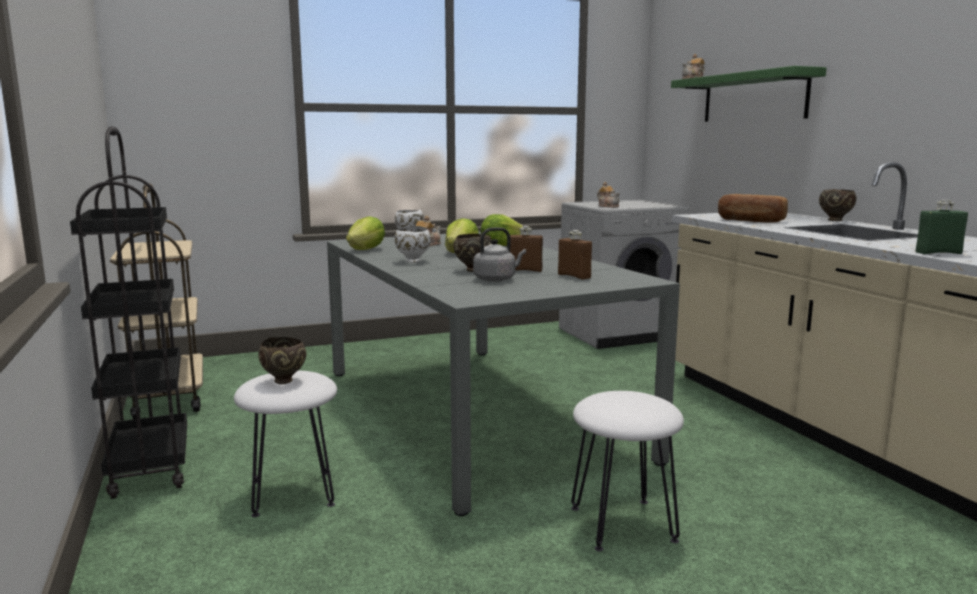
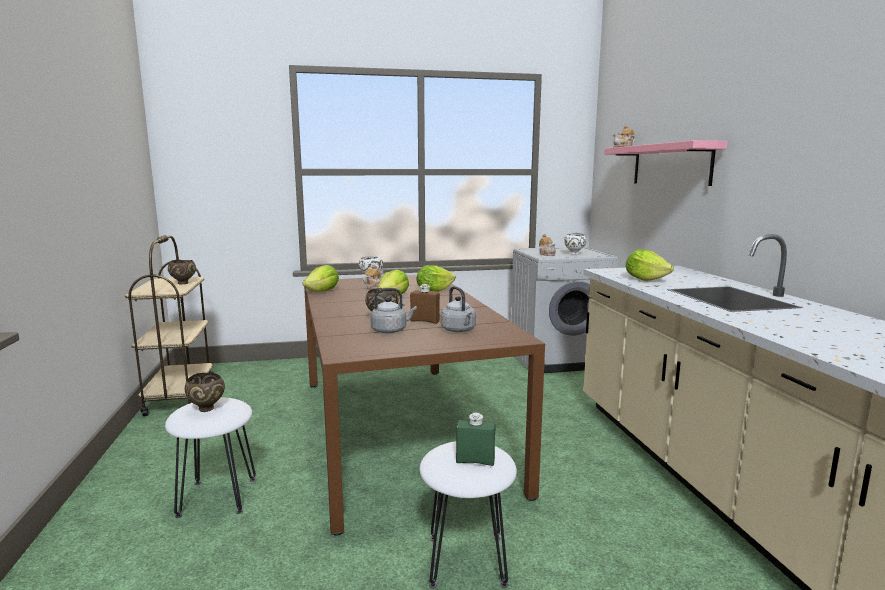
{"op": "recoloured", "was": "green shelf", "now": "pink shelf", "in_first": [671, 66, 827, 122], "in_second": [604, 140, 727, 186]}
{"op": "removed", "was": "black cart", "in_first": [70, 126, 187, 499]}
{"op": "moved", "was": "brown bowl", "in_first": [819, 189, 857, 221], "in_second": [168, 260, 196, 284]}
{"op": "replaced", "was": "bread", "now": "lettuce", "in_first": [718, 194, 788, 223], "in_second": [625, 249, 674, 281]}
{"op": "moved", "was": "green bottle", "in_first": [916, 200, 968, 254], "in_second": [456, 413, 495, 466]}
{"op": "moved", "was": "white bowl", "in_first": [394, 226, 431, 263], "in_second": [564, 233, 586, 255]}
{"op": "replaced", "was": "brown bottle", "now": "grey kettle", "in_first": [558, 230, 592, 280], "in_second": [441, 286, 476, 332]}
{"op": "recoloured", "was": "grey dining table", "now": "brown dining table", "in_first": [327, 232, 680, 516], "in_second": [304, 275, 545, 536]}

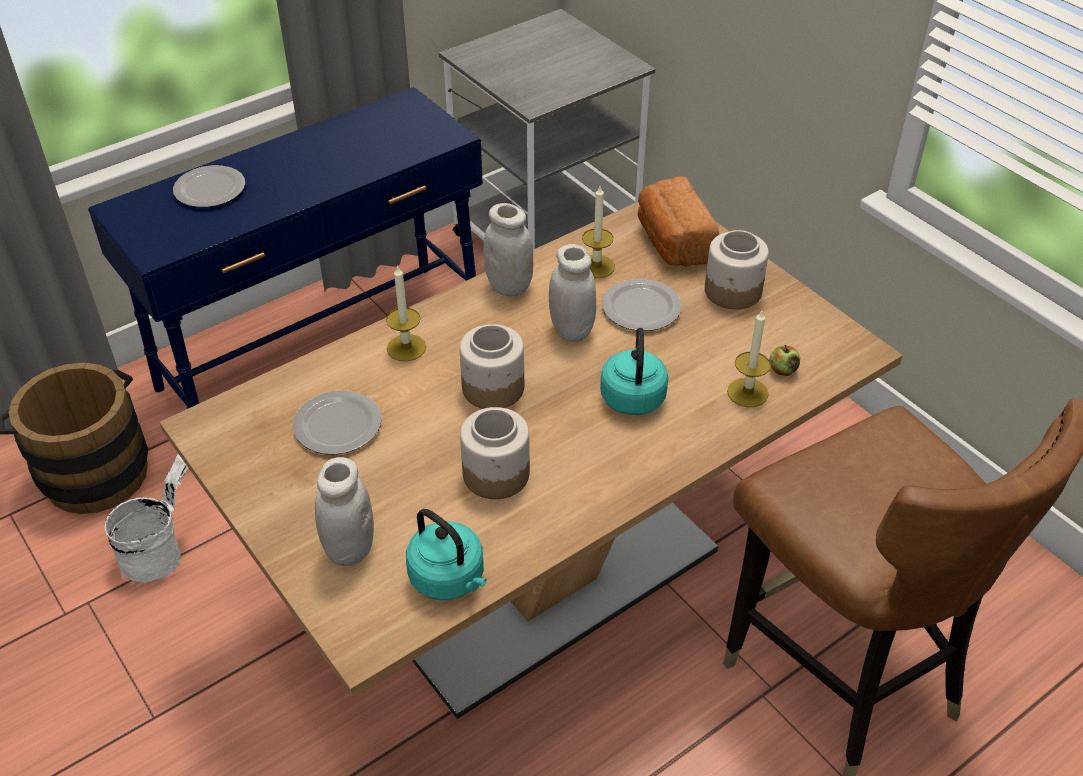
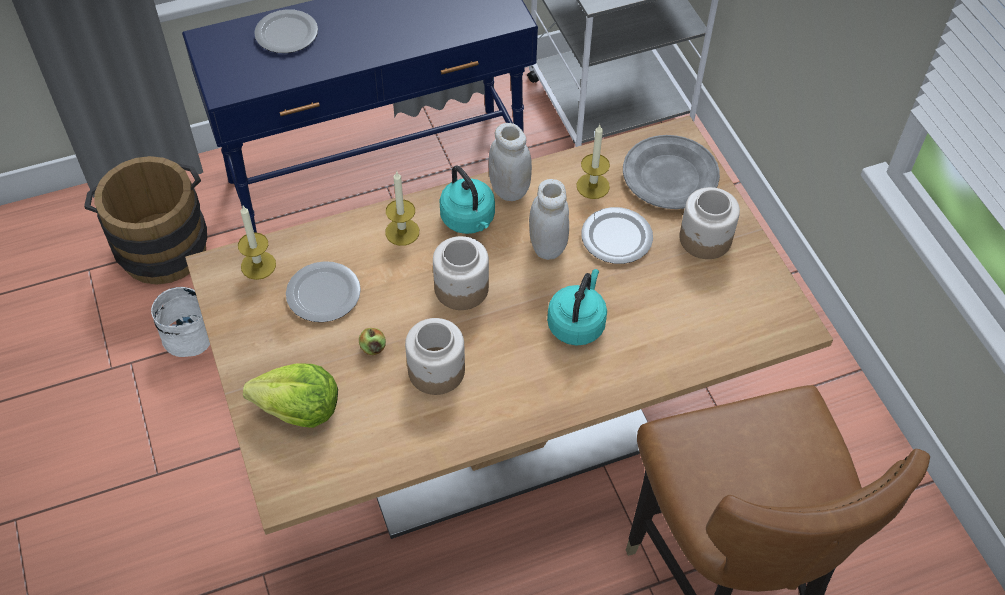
{"op": "replaced", "was": "bread", "now": "grey plate", "in_first": [638, 176, 719, 267], "in_second": [623, 135, 720, 209]}
{"op": "moved", "was": "candle", "in_first": [727, 311, 771, 407], "in_second": [238, 206, 276, 280]}
{"op": "moved", "was": "apple", "in_first": [769, 345, 800, 376], "in_second": [359, 328, 386, 355]}
{"op": "replaced", "was": "white jar", "now": "lettuce", "in_first": [315, 457, 374, 566], "in_second": [243, 363, 338, 428]}
{"op": "moved", "was": "turquoise kettle", "in_first": [406, 509, 487, 600], "in_second": [439, 165, 495, 234]}

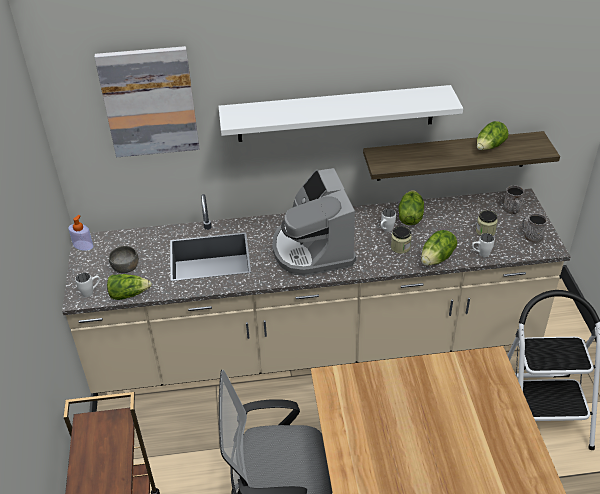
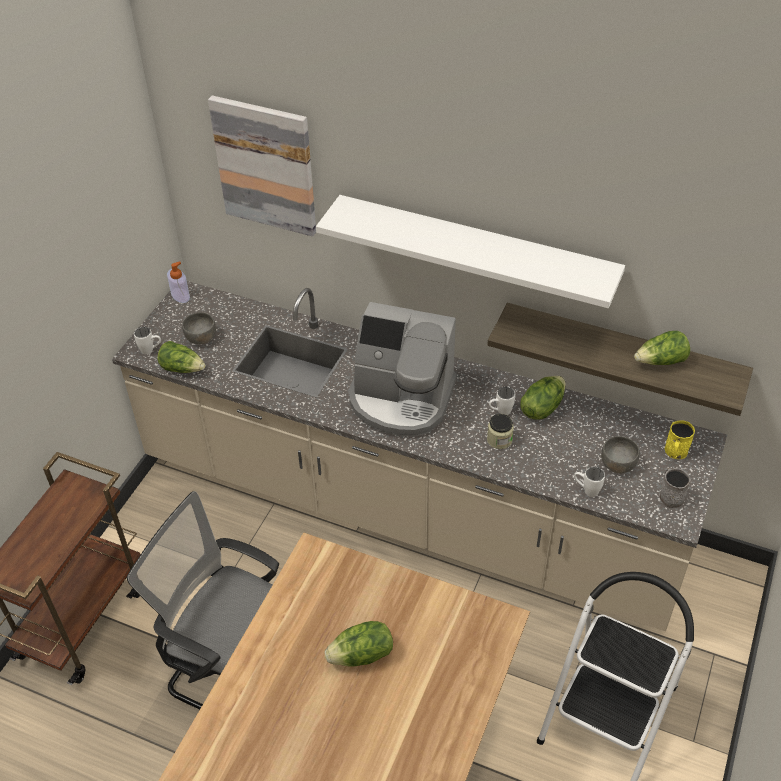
{"op": "turned", "was": "coffee machine", "in_first": [273, 168, 356, 276], "in_second": [349, 302, 457, 437], "clockwise": -90}
{"op": "recoloured", "was": "grey mug", "now": "yellow mug", "in_first": [503, 185, 524, 214], "in_second": [664, 420, 695, 459]}
{"op": "replaced", "was": "jar", "now": "grey bowl", "in_first": [476, 210, 498, 235], "in_second": [601, 436, 640, 473]}
{"op": "moved", "was": "lettuce", "in_first": [421, 230, 457, 266], "in_second": [325, 621, 393, 667]}

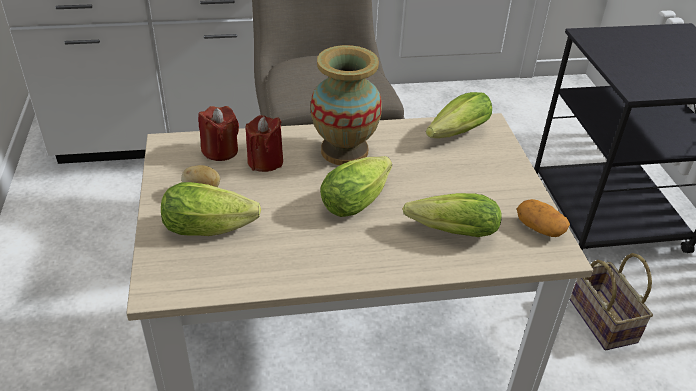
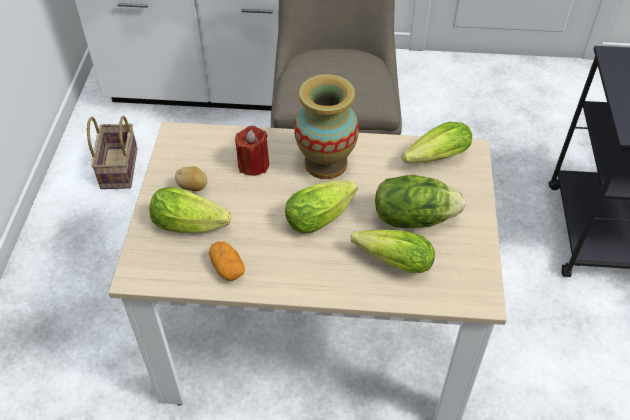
{"op": "removed", "was": "red candle", "in_first": [198, 106, 239, 161]}
{"op": "moved", "was": "potato", "in_first": [517, 199, 570, 237], "in_second": [209, 241, 245, 281]}
{"op": "moved", "was": "basket", "in_first": [570, 253, 653, 350], "in_second": [87, 116, 138, 189]}
{"op": "added", "now": "lettuce", "in_second": [375, 175, 466, 228]}

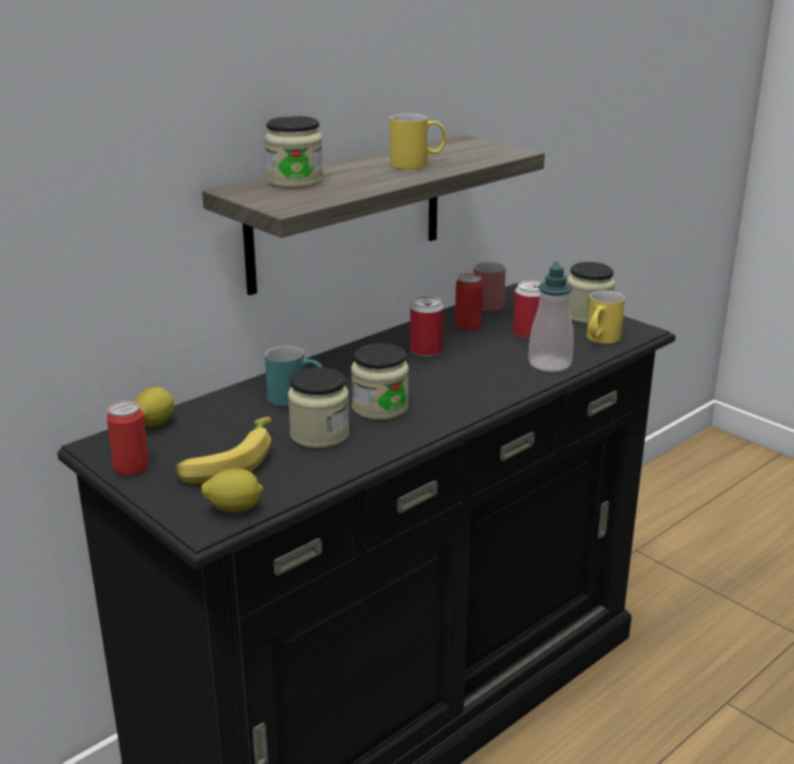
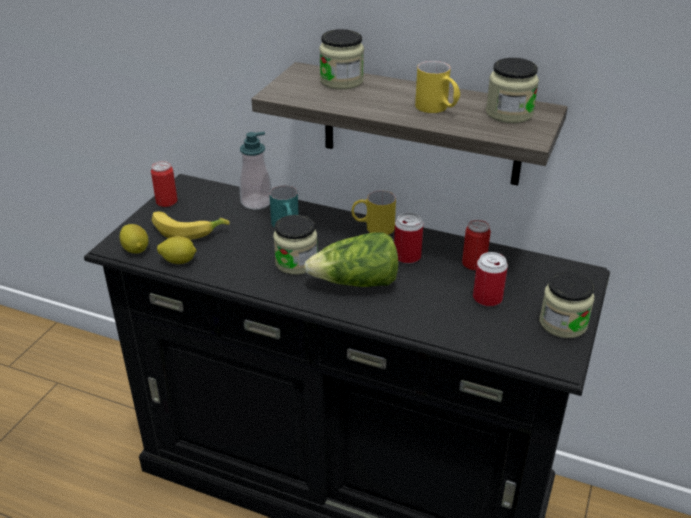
{"op": "removed", "was": "red mug", "in_first": [473, 262, 506, 311]}
{"op": "moved", "was": "soap dispenser", "in_first": [528, 262, 574, 372], "in_second": [239, 132, 272, 210]}
{"op": "moved", "was": "yellow mug", "in_first": [587, 291, 625, 344], "in_second": [352, 190, 396, 235]}
{"op": "moved", "was": "jar", "in_first": [288, 367, 349, 448], "in_second": [486, 58, 539, 123]}
{"op": "moved", "was": "lemon", "in_first": [134, 387, 174, 427], "in_second": [157, 236, 197, 264]}
{"op": "added", "now": "lettuce", "in_second": [304, 232, 399, 287]}

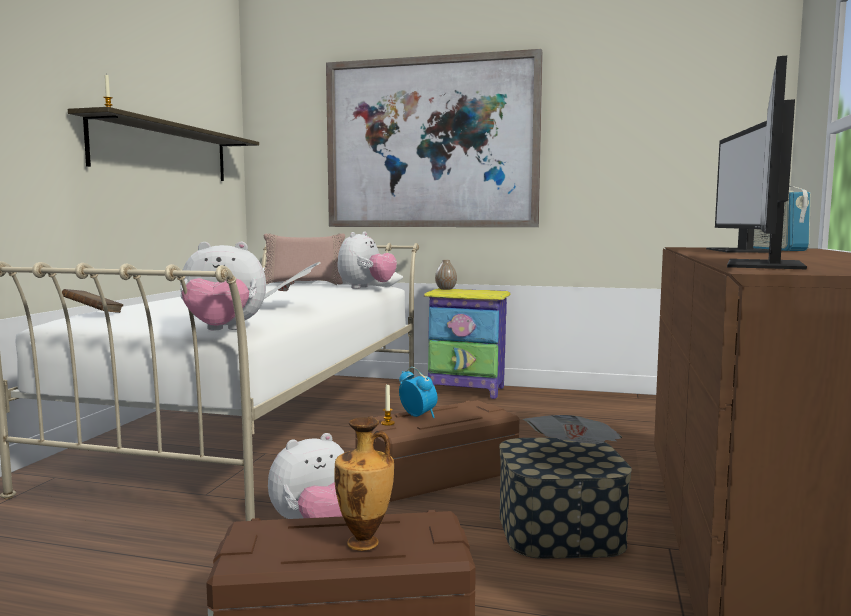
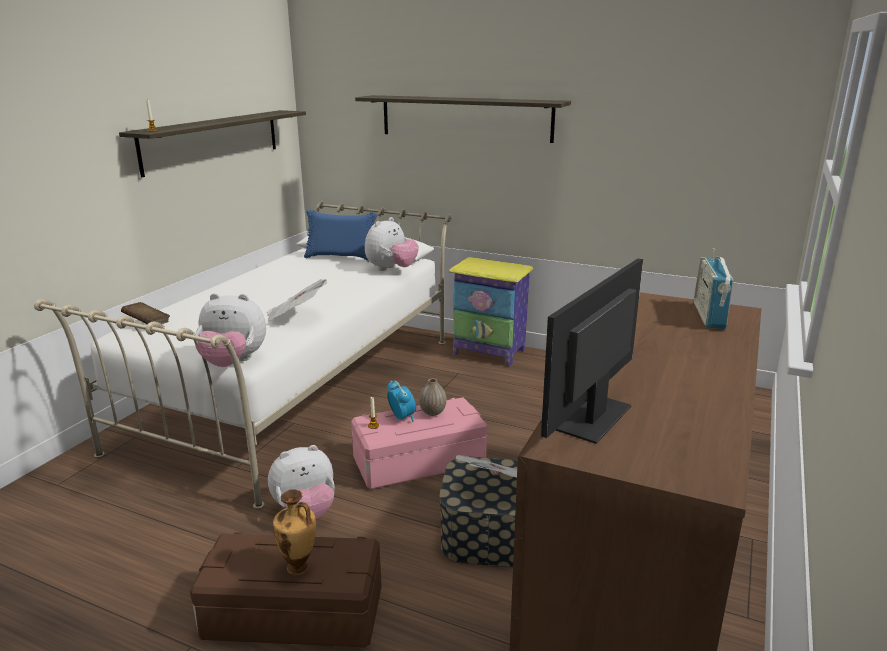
{"op": "replaced", "was": "picture", "now": "shelf", "in_first": [326, 49, 543, 227], "in_second": [355, 95, 571, 143]}
{"op": "removed", "was": "monitor", "in_first": [706, 121, 769, 253]}
{"op": "recoloured", "was": "beige pillow", "now": "blue pillow", "in_first": [263, 233, 345, 285], "in_second": [304, 210, 377, 262]}
{"op": "moved", "was": "vase", "in_first": [435, 260, 457, 290], "in_second": [419, 378, 446, 416]}
{"op": "recoloured", "was": "brown storage box", "now": "pink storage box", "in_first": [355, 400, 519, 502], "in_second": [351, 397, 487, 489]}

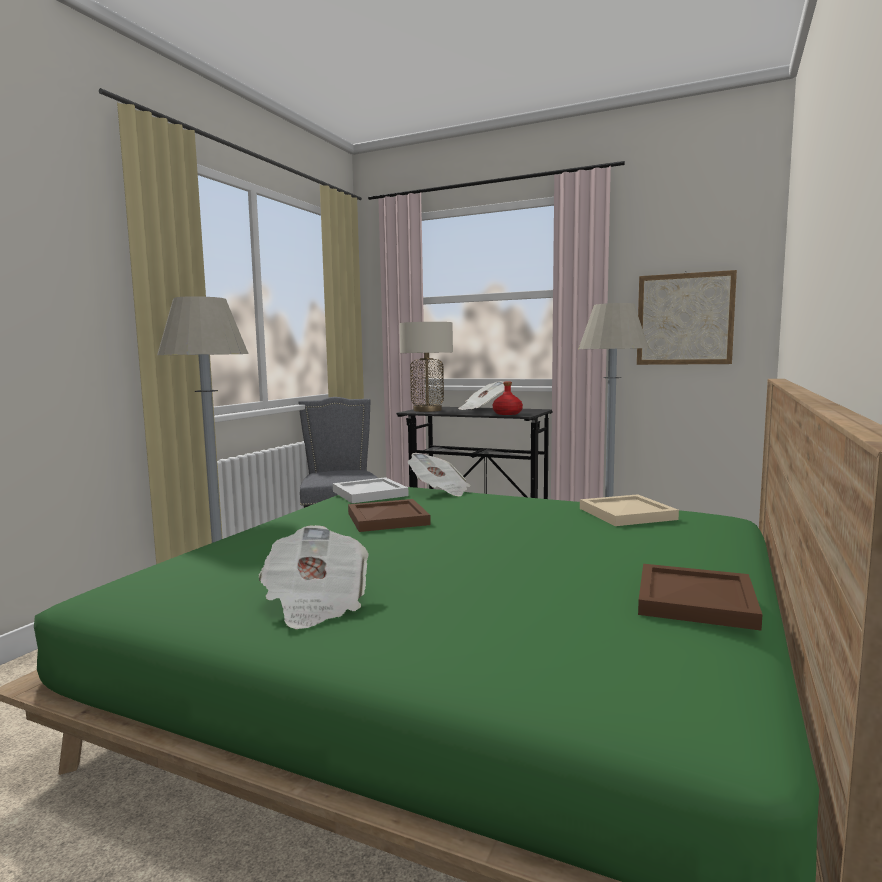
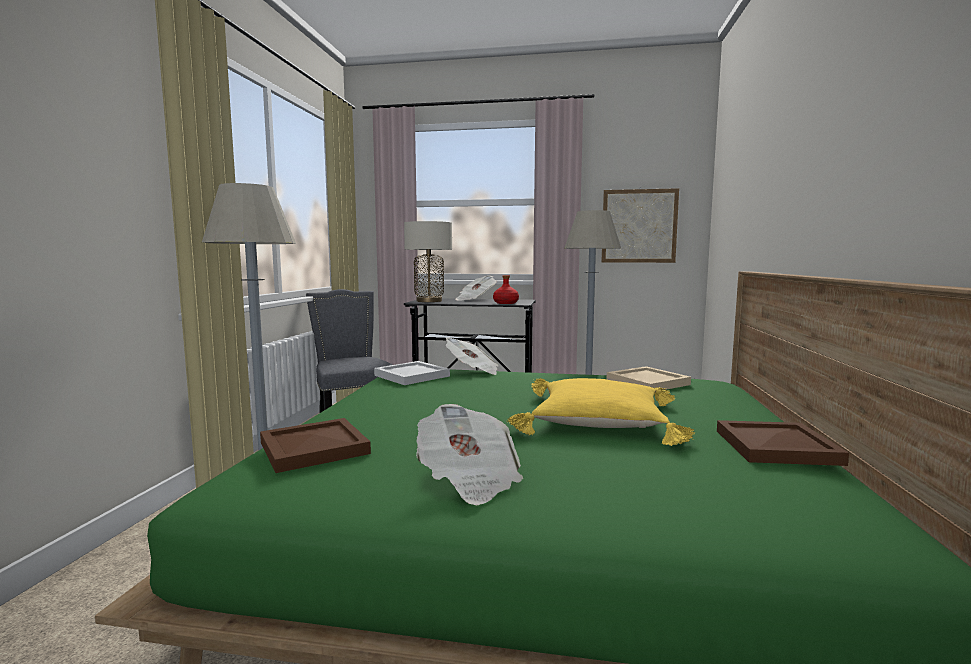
{"op": "moved", "was": "brown tray", "in_first": [348, 499, 431, 532], "in_second": [260, 418, 371, 473]}
{"op": "added", "now": "yellow pillow", "in_second": [507, 378, 695, 446]}

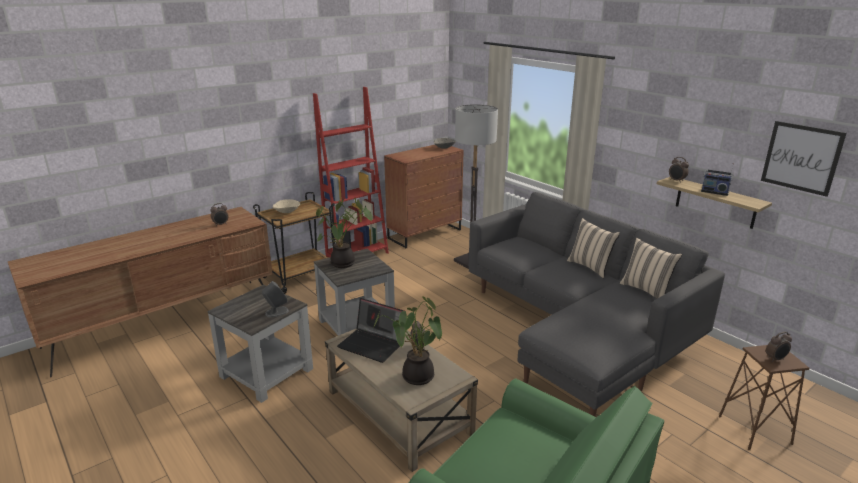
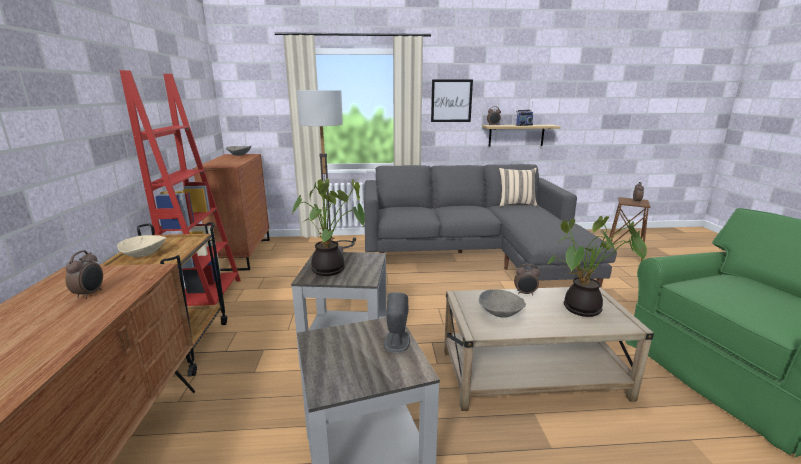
{"op": "moved", "was": "picture", "in_first": [761, 121, 846, 197], "in_second": [431, 79, 473, 122]}
{"op": "removed", "was": "beige pillow", "in_first": [567, 218, 620, 278]}
{"op": "replaced", "was": "laptop", "now": "grey bowl", "in_first": [337, 298, 406, 363], "in_second": [479, 289, 526, 318]}

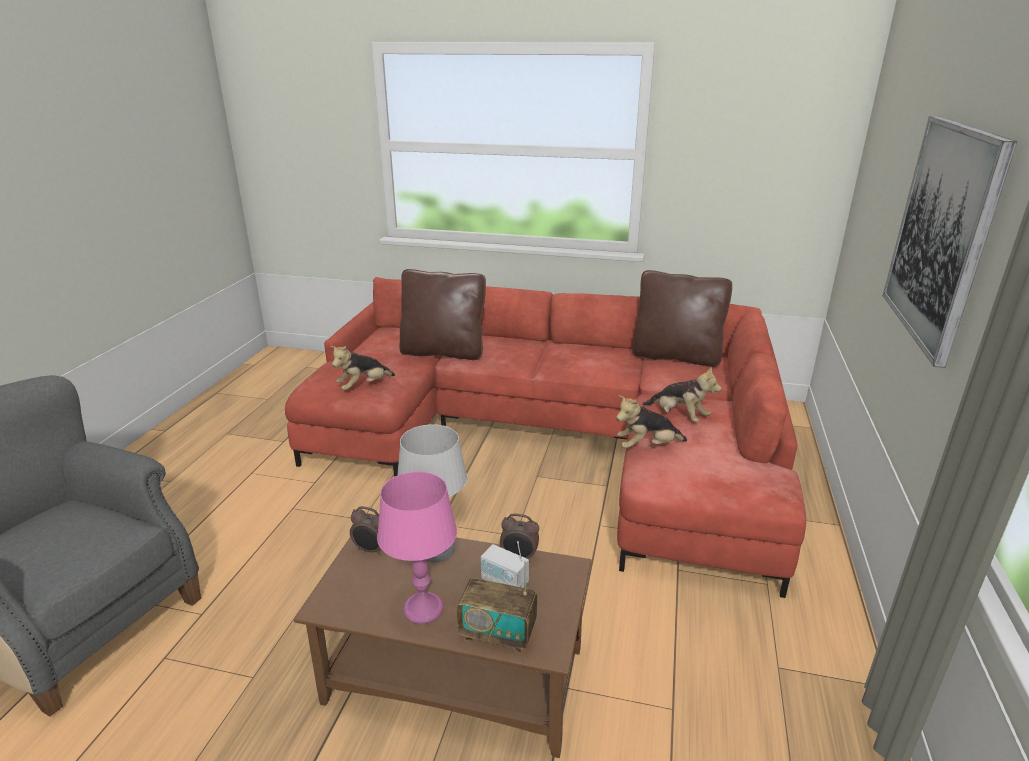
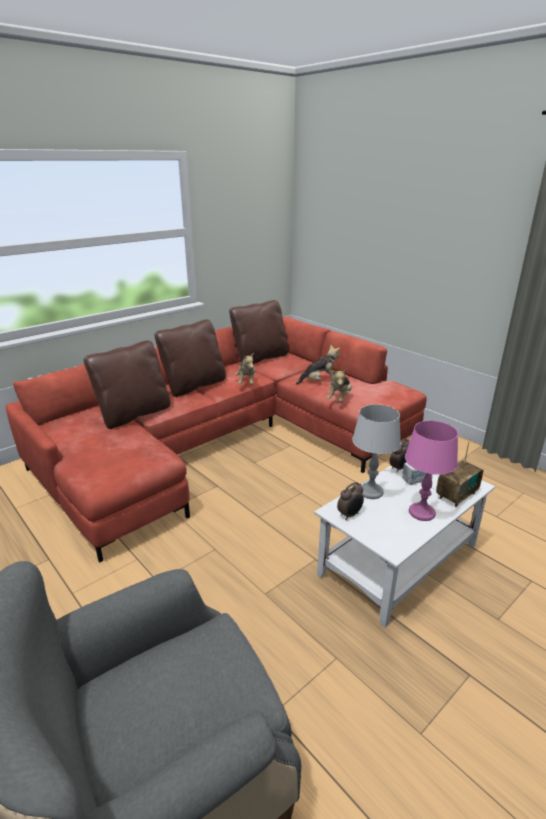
{"op": "removed", "was": "picture", "in_first": [883, 116, 1017, 368]}
{"op": "moved", "was": "plush toy", "in_first": [330, 346, 395, 390], "in_second": [235, 353, 255, 385]}
{"op": "recoloured", "was": "brown coffee table", "now": "white coffee table", "in_first": [294, 537, 592, 758], "in_second": [314, 466, 495, 628]}
{"op": "added", "now": "brown pillow", "in_second": [154, 319, 226, 397]}

